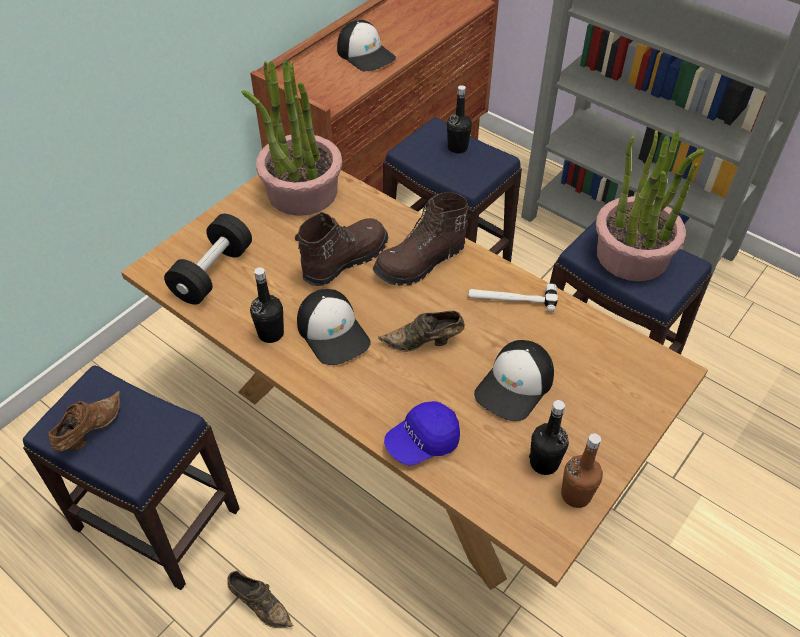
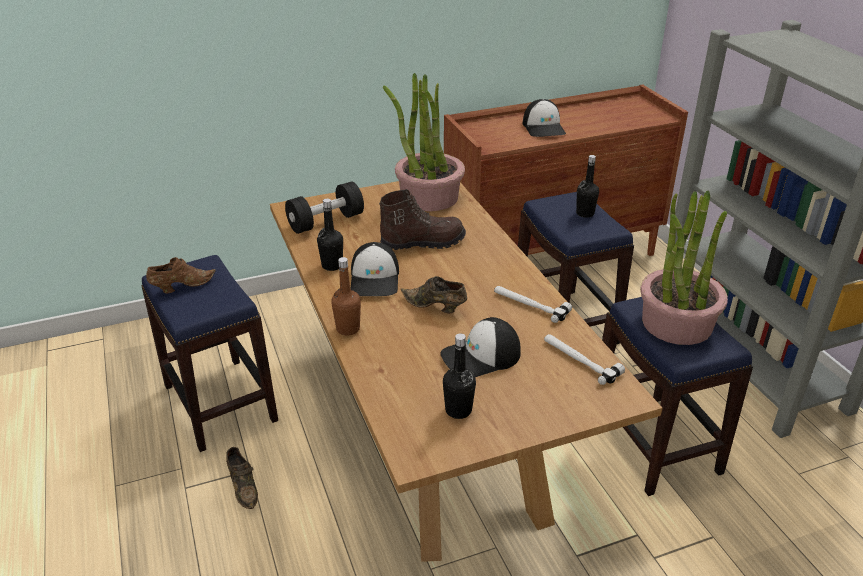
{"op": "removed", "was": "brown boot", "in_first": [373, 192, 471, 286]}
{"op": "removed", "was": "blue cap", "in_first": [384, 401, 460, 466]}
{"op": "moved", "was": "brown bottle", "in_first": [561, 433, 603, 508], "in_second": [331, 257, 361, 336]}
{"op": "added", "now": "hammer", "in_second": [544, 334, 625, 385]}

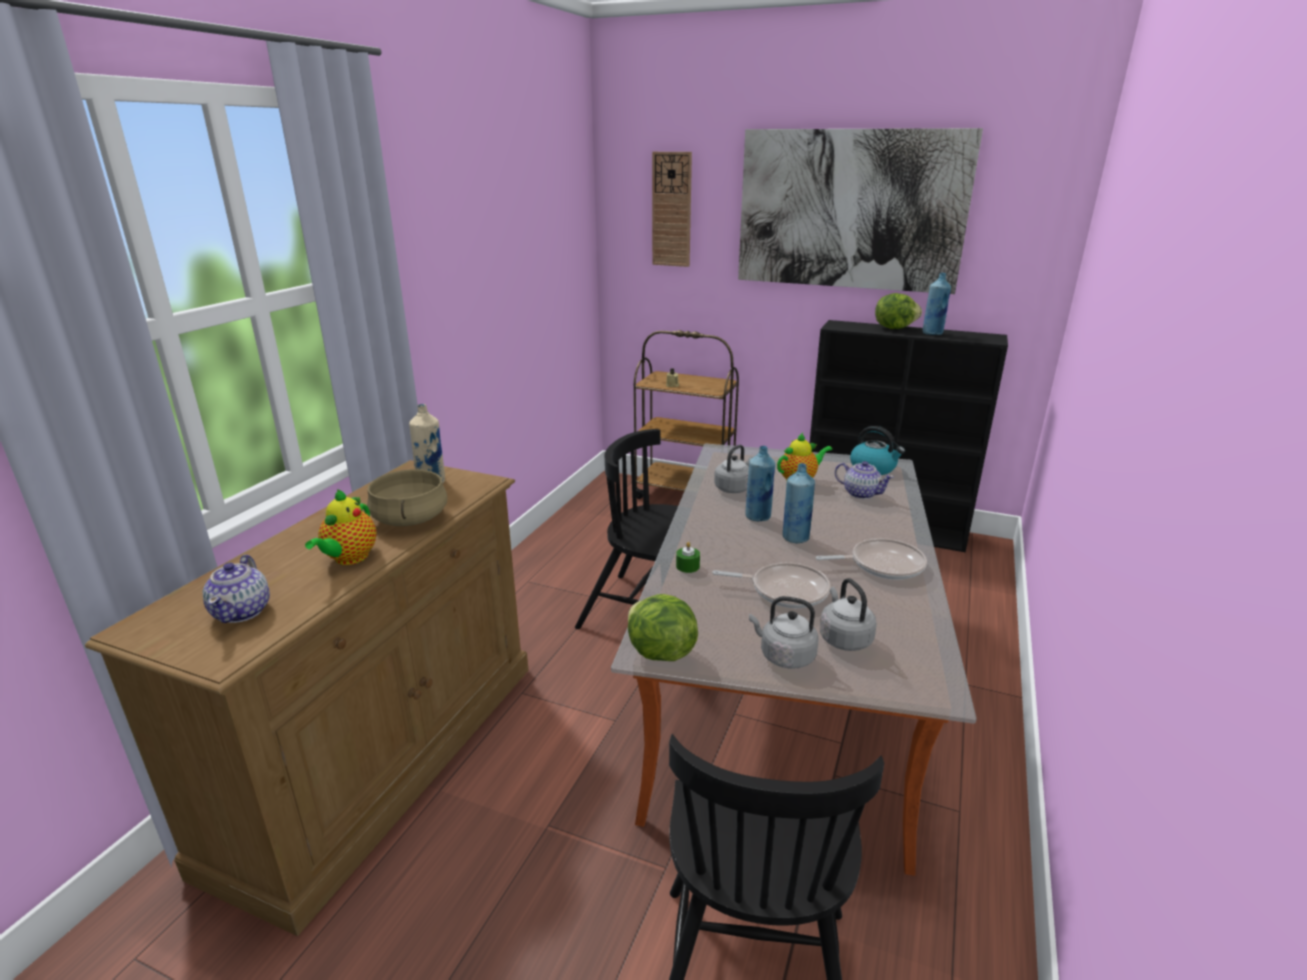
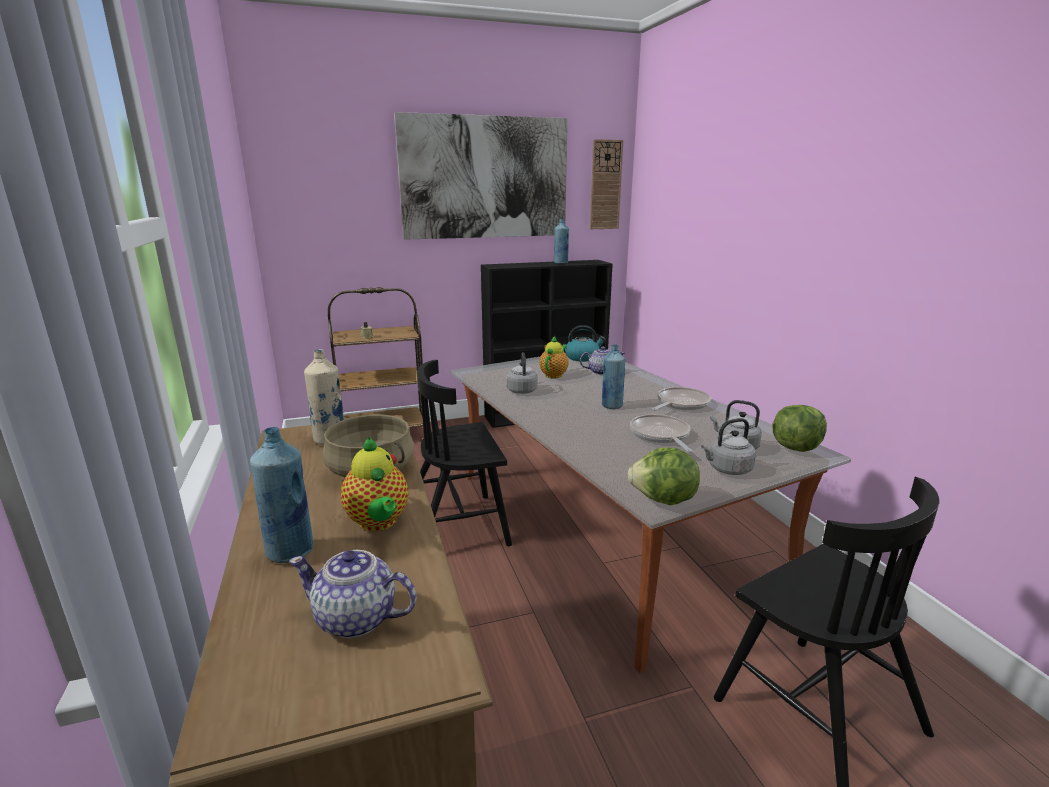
{"op": "moved", "was": "wall clock", "in_first": [652, 152, 692, 267], "in_second": [590, 139, 624, 229]}
{"op": "moved", "was": "lettuce", "in_first": [875, 293, 922, 329], "in_second": [773, 405, 827, 452]}
{"op": "moved", "was": "blue bottle", "in_first": [745, 446, 775, 521], "in_second": [250, 427, 313, 563]}
{"op": "removed", "was": "green candle", "in_first": [676, 542, 700, 573]}
{"op": "turned", "was": "teapot", "in_first": [203, 555, 270, 623], "in_second": [289, 550, 417, 638], "clockwise": 150}
{"op": "turned", "was": "frying pan", "in_first": [712, 562, 831, 608], "in_second": [630, 414, 692, 452], "clockwise": -75}

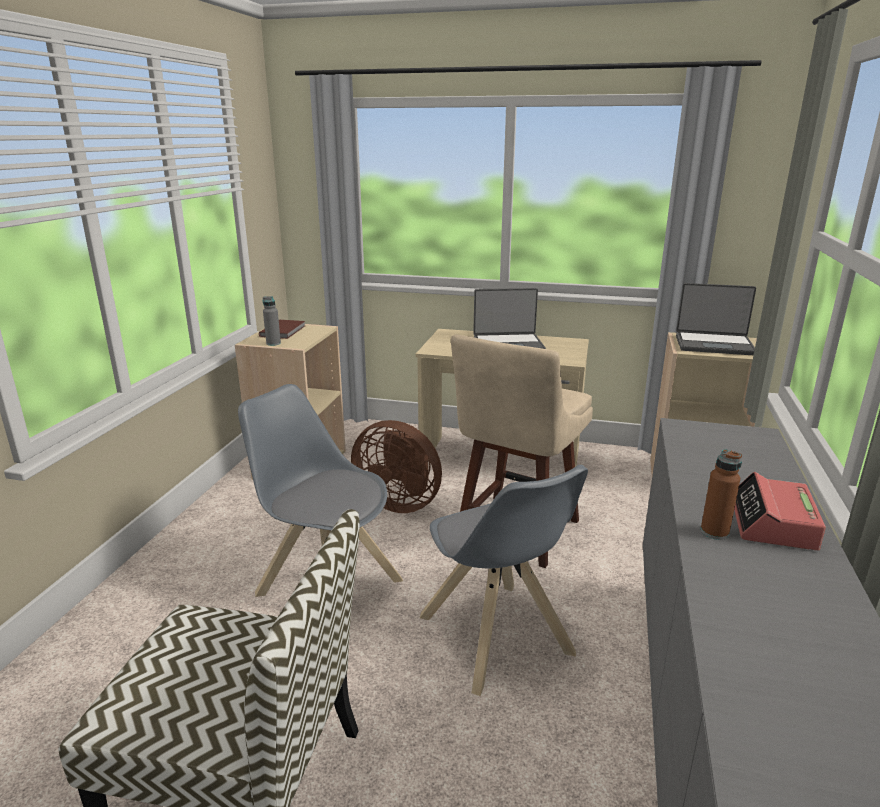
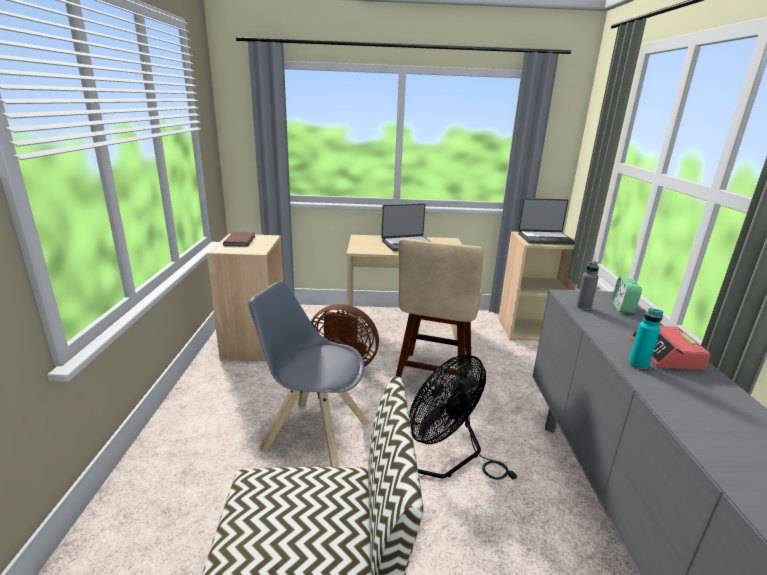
{"op": "moved", "was": "grey bottle", "in_first": [263, 296, 281, 346], "in_second": [576, 261, 599, 310]}
{"op": "recoloured", "was": "brown bottle", "now": "turquoise bottle", "in_first": [701, 449, 742, 540], "in_second": [628, 308, 663, 369]}
{"op": "replaced", "was": "grey chair", "now": "black fan", "in_first": [420, 465, 588, 696], "in_second": [409, 355, 517, 480]}
{"op": "added", "now": "alarm clock", "in_second": [612, 277, 642, 313]}

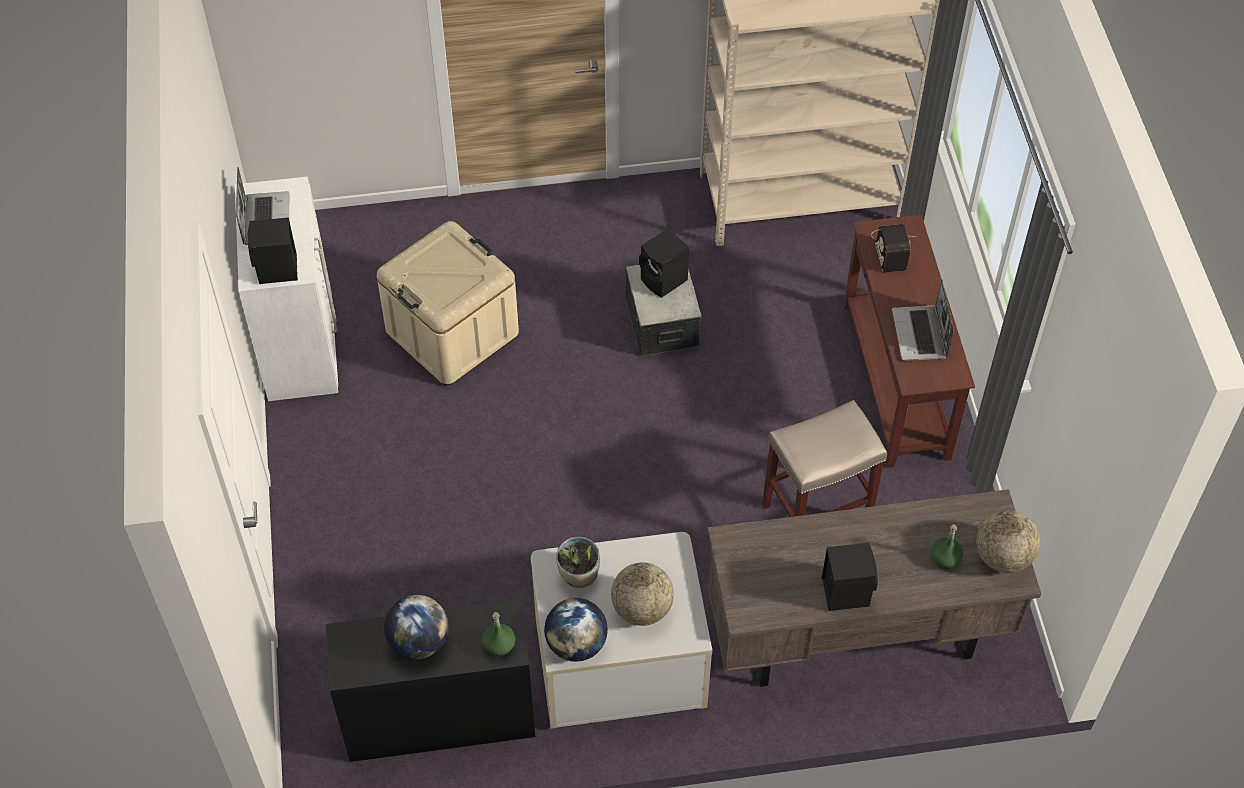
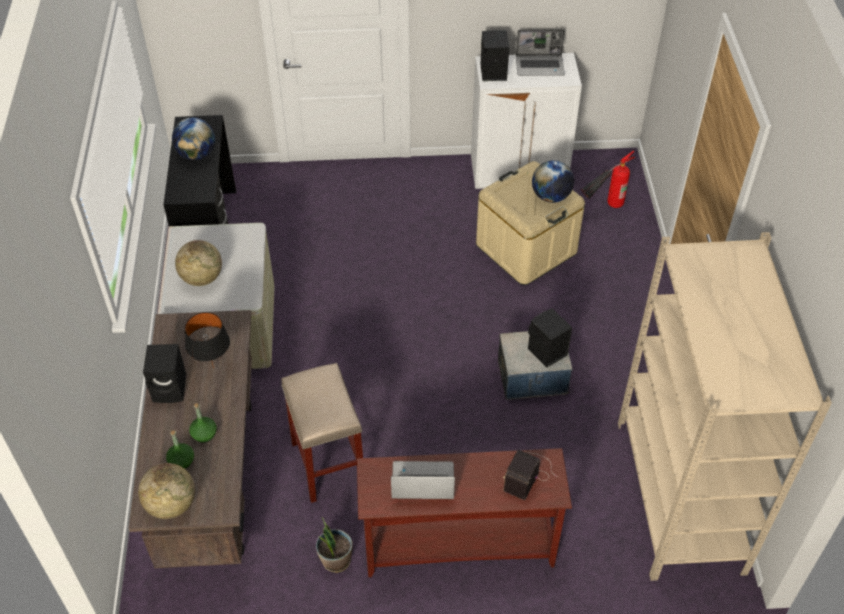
{"op": "turned", "was": "radio", "in_first": [871, 224, 912, 273], "in_second": [503, 450, 557, 500], "clockwise": -60}
{"op": "moved", "was": "potted plant", "in_first": [556, 537, 600, 589], "in_second": [316, 518, 352, 573]}
{"op": "moved", "was": "globe", "in_first": [544, 598, 608, 662], "in_second": [532, 160, 574, 203]}
{"op": "moved", "was": "green bottle", "in_first": [482, 612, 515, 656], "in_second": [189, 403, 217, 443]}
{"op": "added", "now": "fire extinguisher", "in_second": [581, 150, 635, 208]}
{"op": "added", "now": "black table lamp", "in_second": [185, 312, 230, 368]}

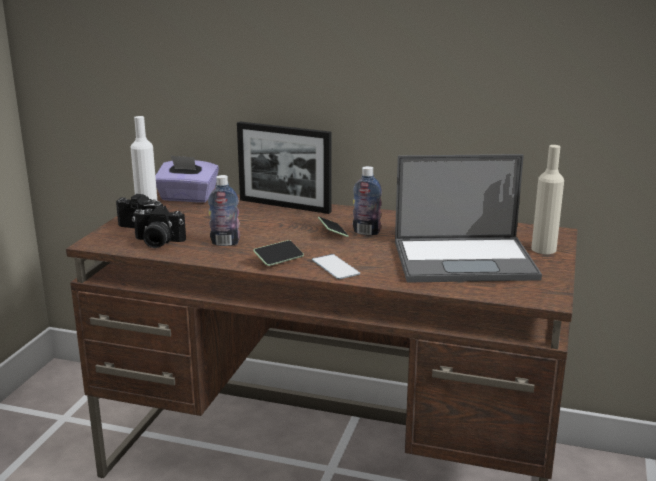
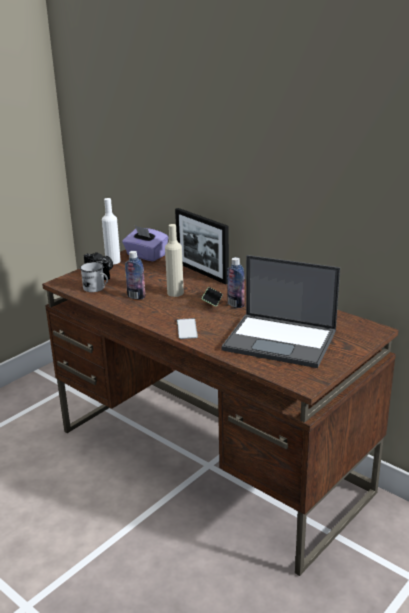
{"op": "moved", "was": "beige bottle", "in_first": [531, 145, 564, 254], "in_second": [165, 224, 184, 297]}
{"op": "replaced", "was": "photo camera", "now": "white mug", "in_first": [132, 205, 186, 248], "in_second": [80, 262, 108, 292]}
{"op": "removed", "was": "phone", "in_first": [253, 240, 304, 266]}

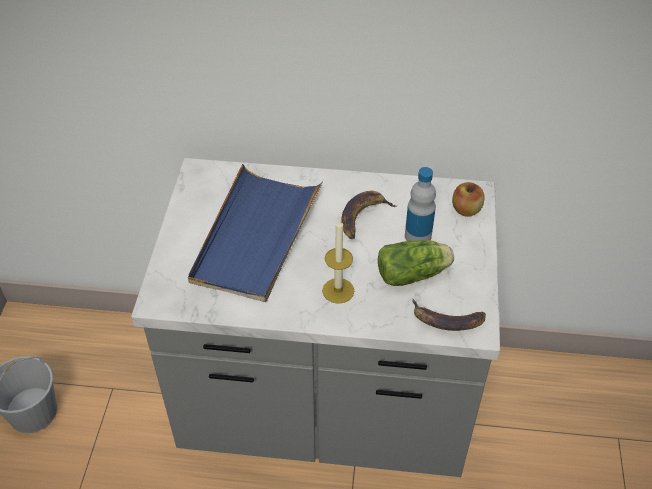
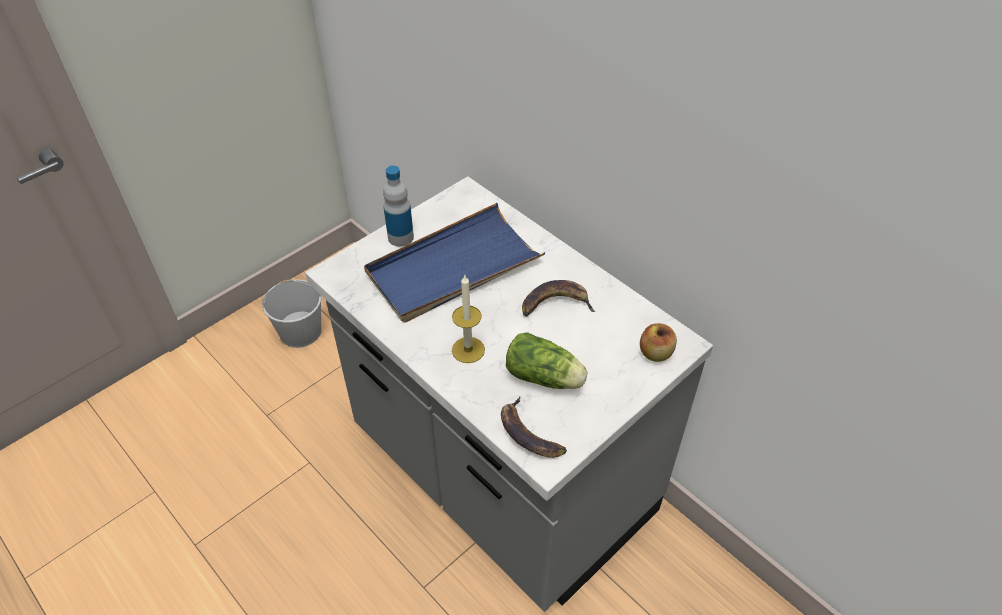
{"op": "moved", "was": "bottle", "in_first": [405, 167, 436, 241], "in_second": [383, 166, 414, 247]}

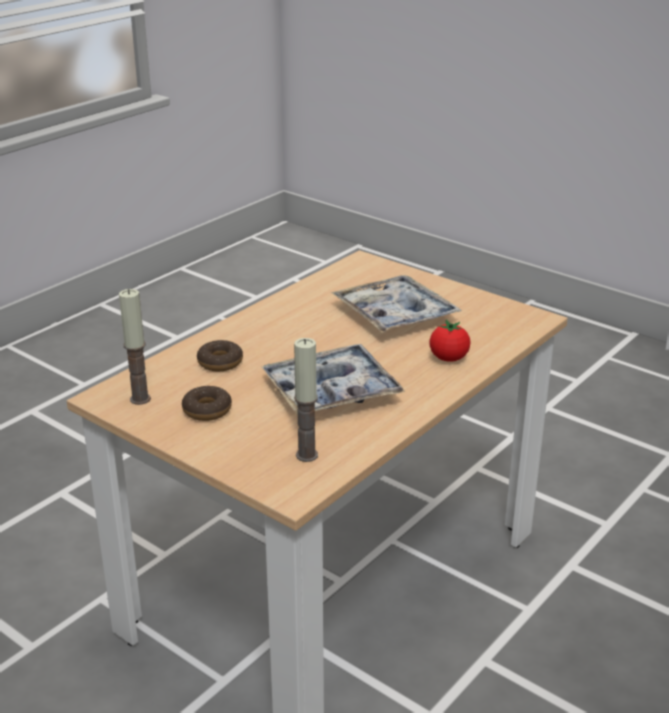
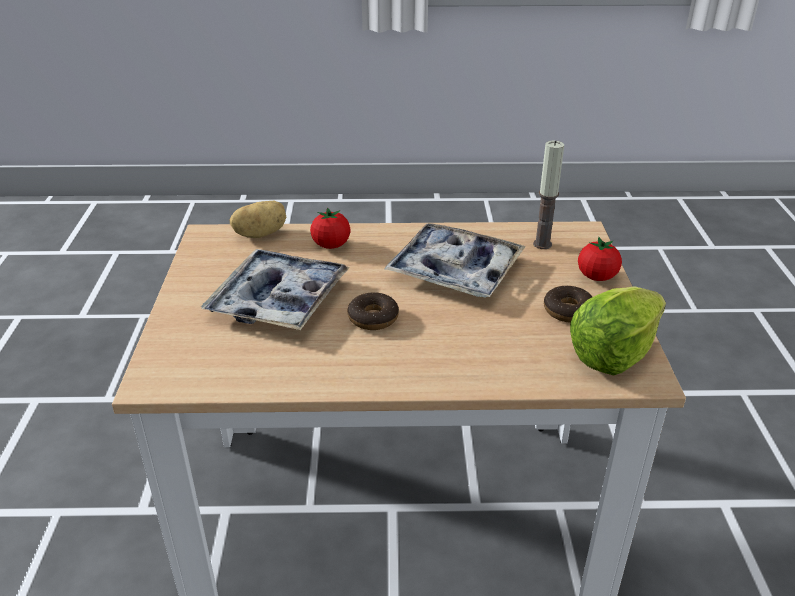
{"op": "replaced", "was": "candle", "now": "lettuce", "in_first": [119, 289, 151, 405], "in_second": [570, 286, 666, 376]}
{"op": "moved", "was": "donut", "in_first": [197, 340, 243, 371], "in_second": [348, 292, 399, 330]}
{"op": "added", "now": "potato", "in_second": [230, 200, 286, 238]}
{"op": "added", "now": "tomato", "in_second": [578, 237, 622, 281]}

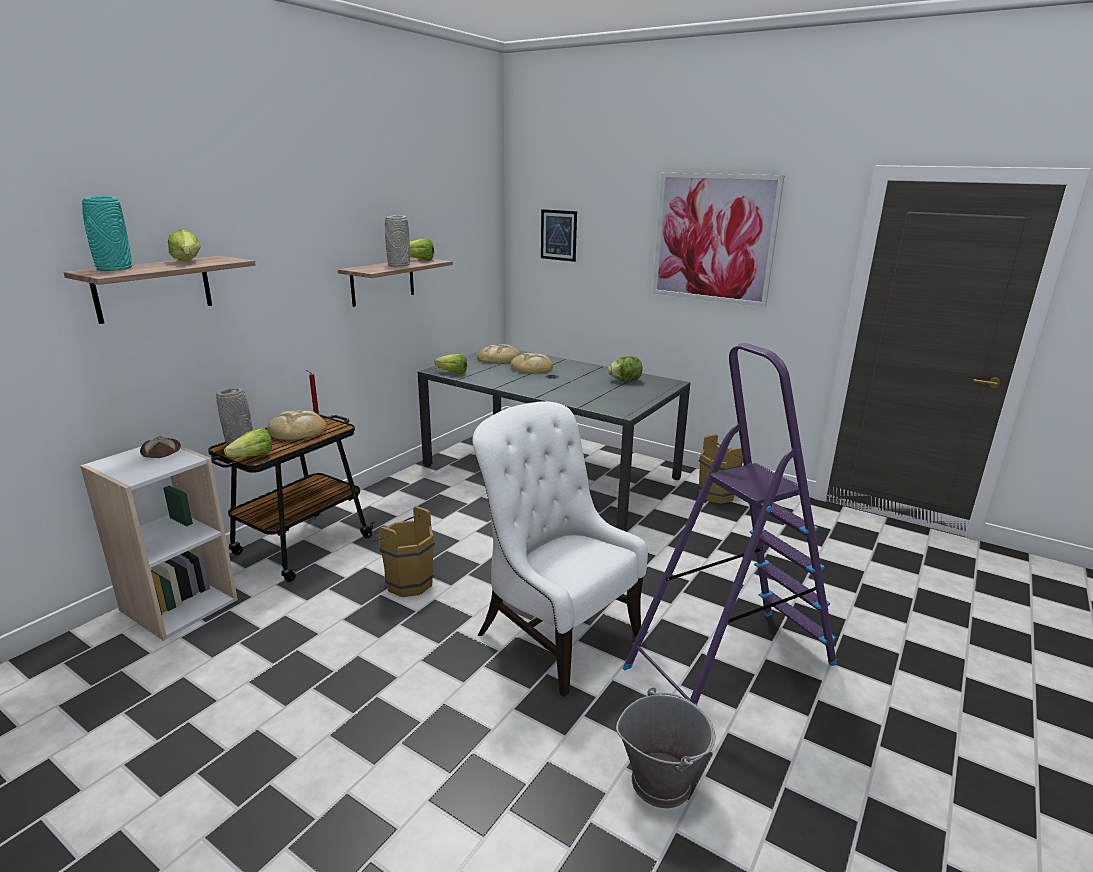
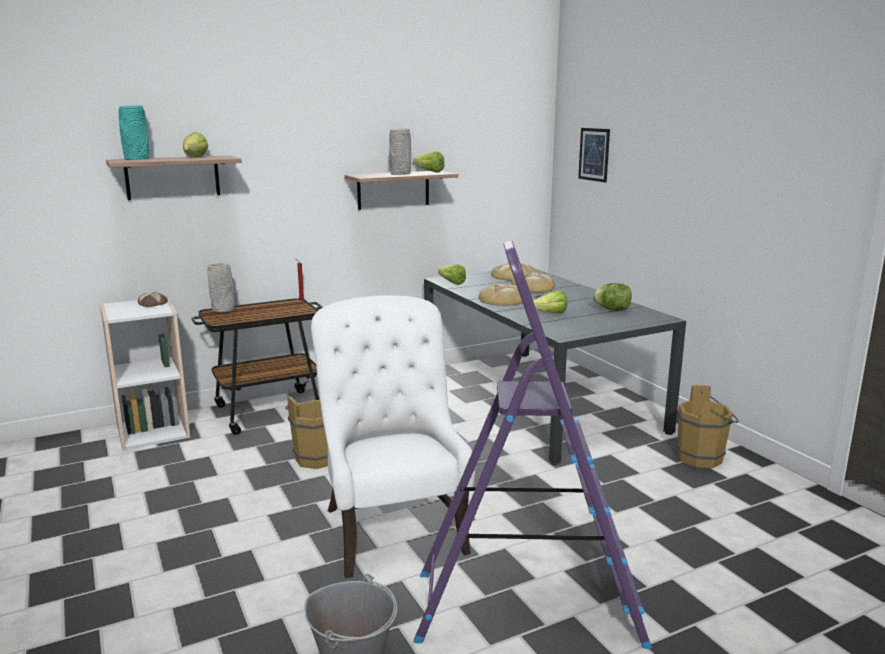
{"op": "removed", "was": "picture", "in_first": [653, 173, 785, 307]}
{"op": "moved", "was": "bread", "in_first": [267, 410, 326, 440], "in_second": [479, 283, 523, 306]}
{"op": "moved", "was": "lettuce", "in_first": [224, 428, 272, 457], "in_second": [533, 290, 567, 313]}

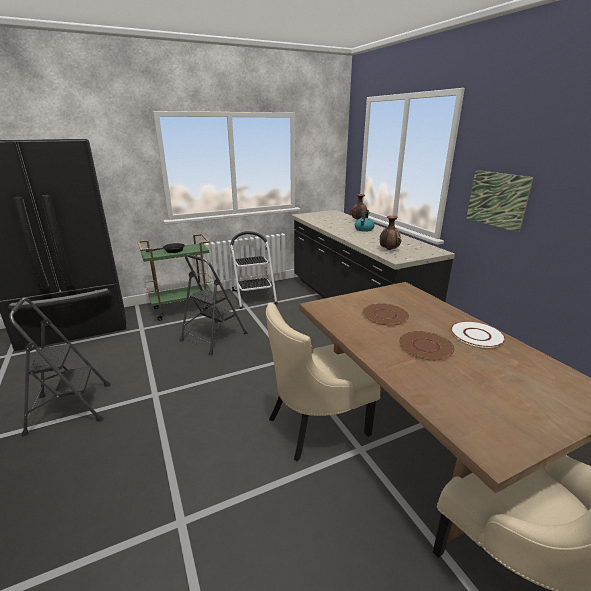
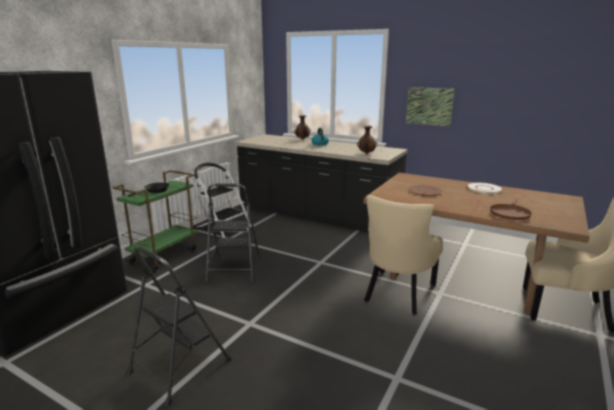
{"op": "removed", "was": "brown plate", "in_first": [399, 331, 455, 360]}
{"op": "added", "now": "brown frying pan", "in_second": [490, 198, 532, 220]}

